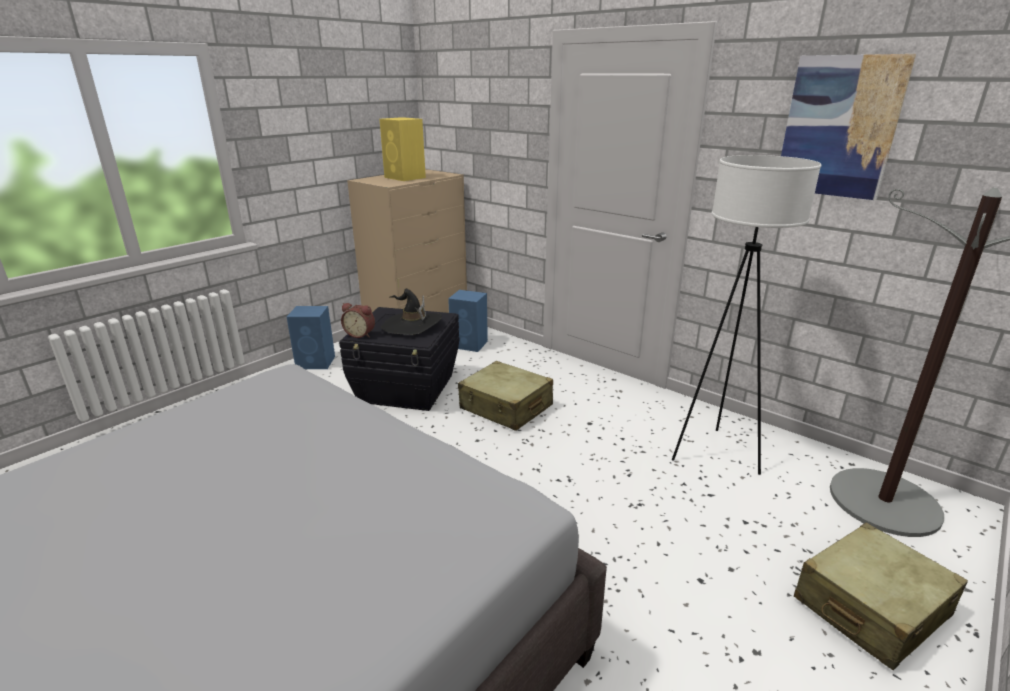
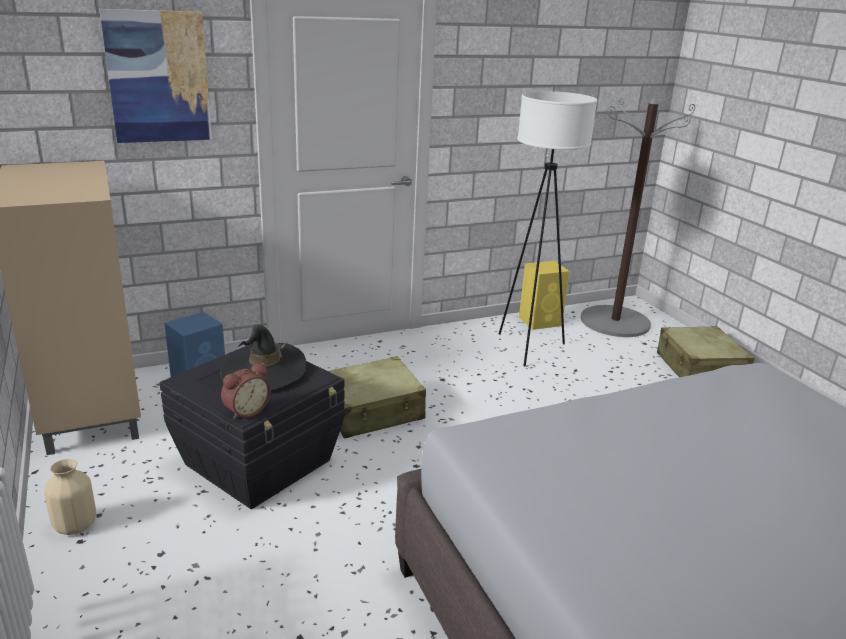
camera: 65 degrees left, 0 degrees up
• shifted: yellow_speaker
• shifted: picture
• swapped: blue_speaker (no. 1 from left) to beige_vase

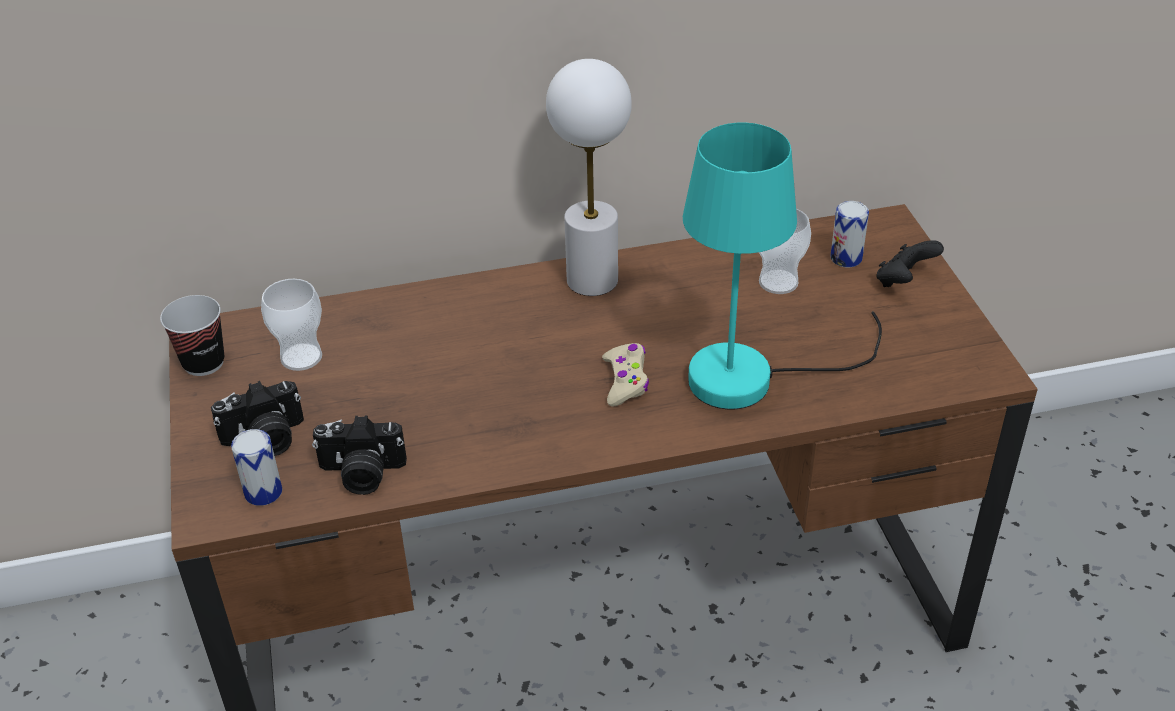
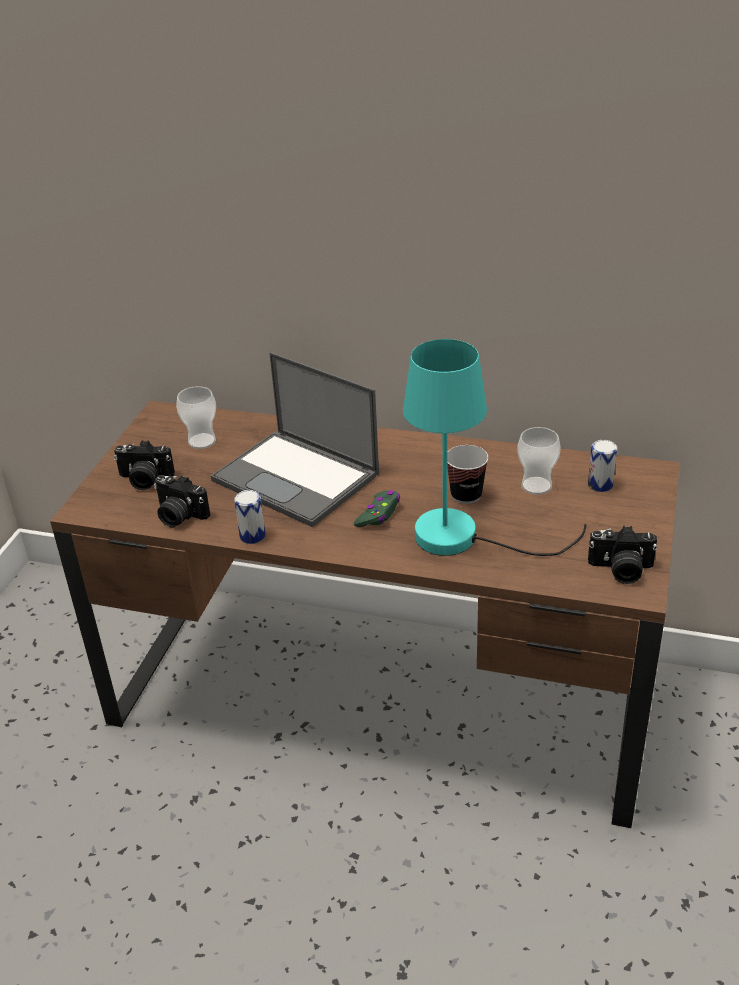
camera: 30 degrees right, 5 degrees down
• gone: white_table_lamp
• gone: black_game_controller
• new: laptop
• new: photo_camera (no. 3 from left)
• shifted: cup (no. 1 from left in the first image) to cup (no. 2 from left)
• shifted: can (no. 1 from left)
• repainted: beige_game_controller to green_game_controller

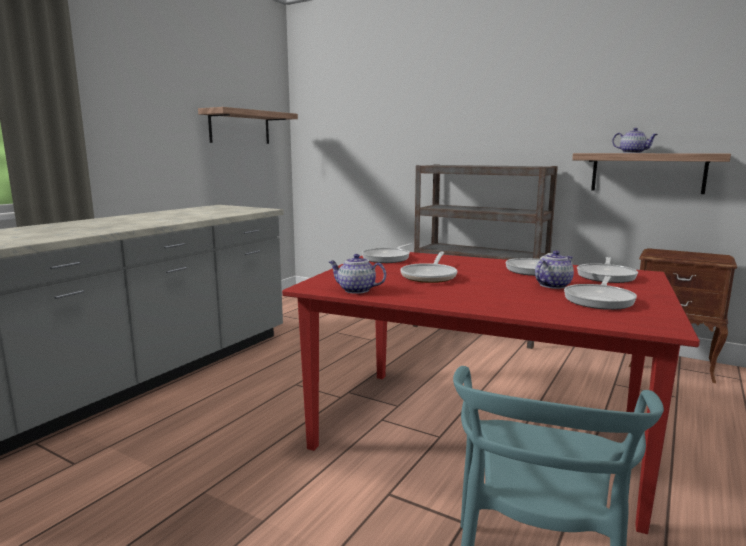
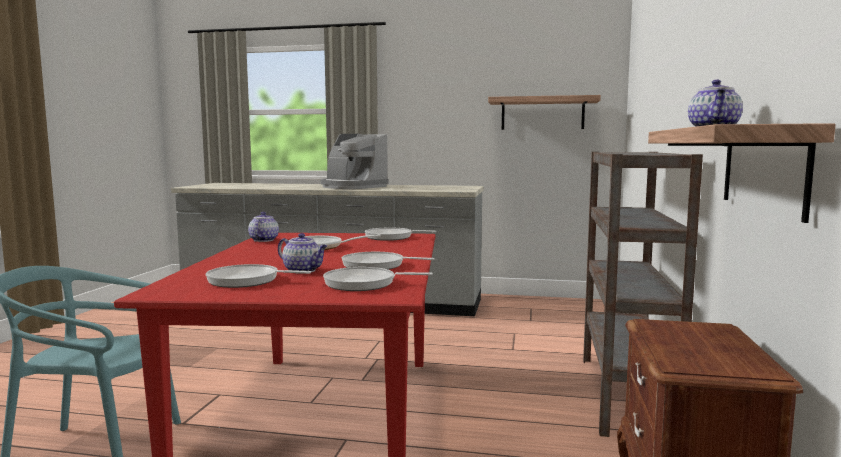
camera: 70 degrees right, 5 degrees down
• new: coffee_machine

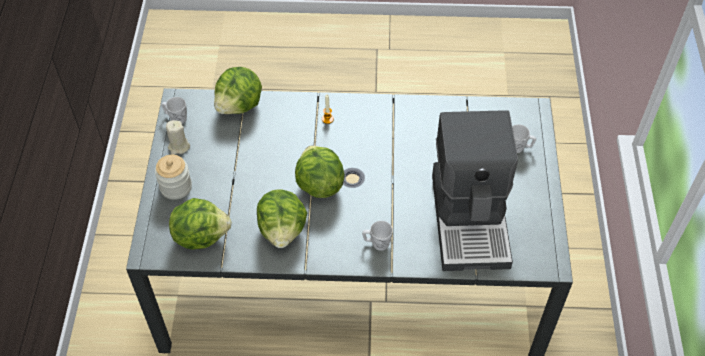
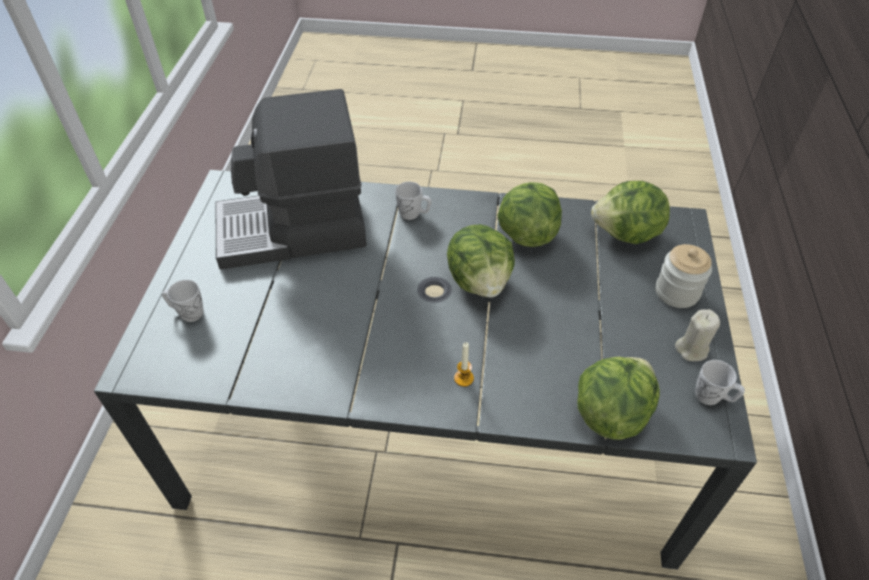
camera: 175 degrees left, 5 degrees down
• rotated: coffee_machine 105 degrees counterclockwise

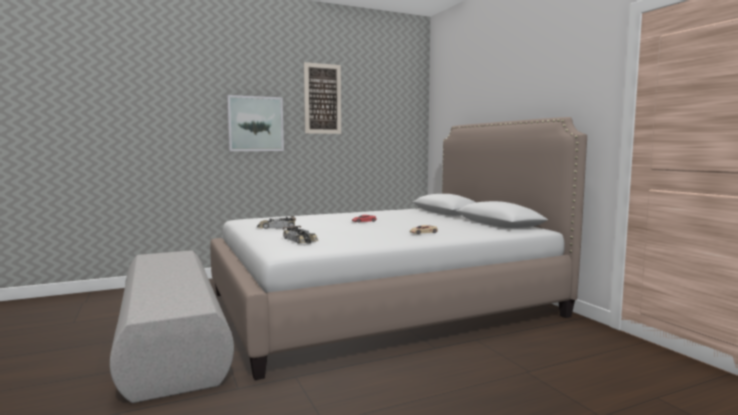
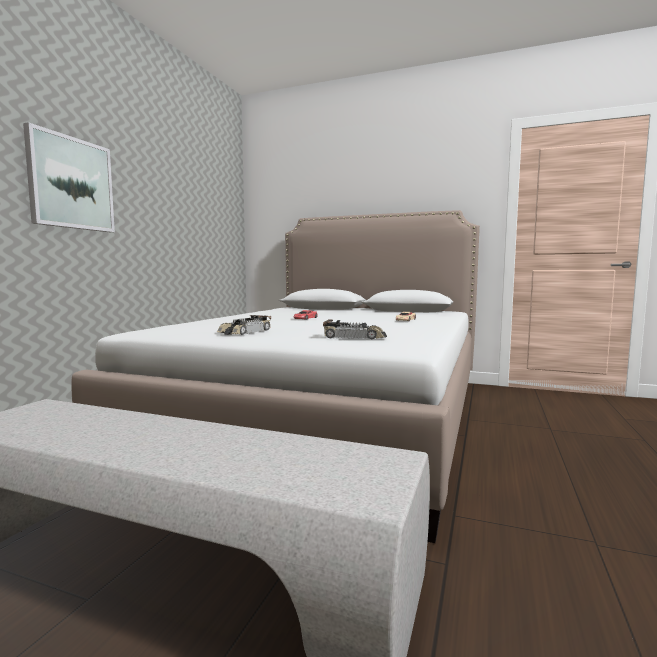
camera: 45 degrees left, 0 degrees up
• gone: picture (no. 2 from left)

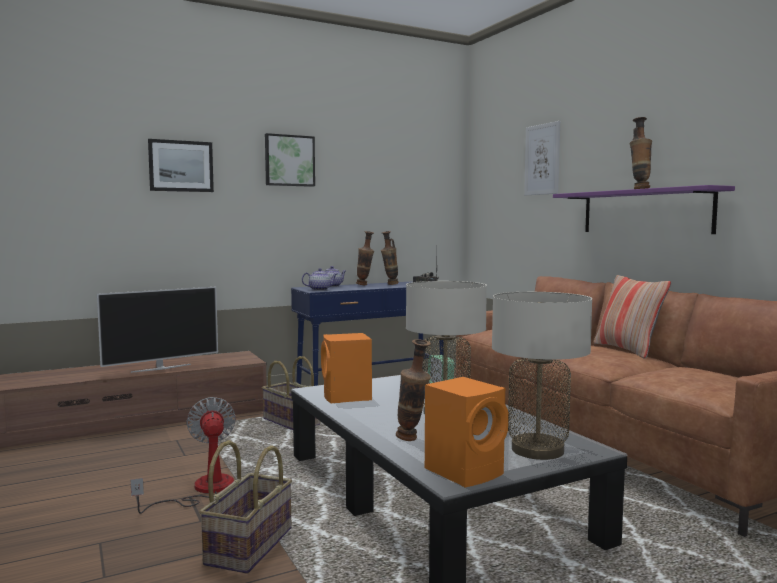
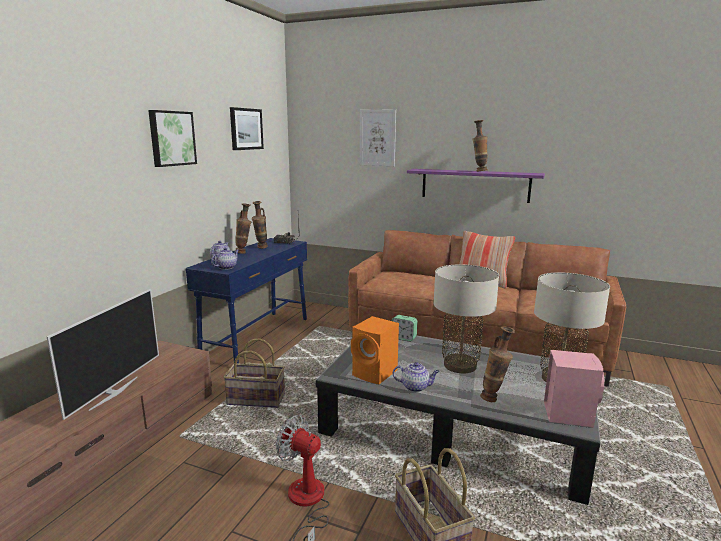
camera: 40 degrees left, 10 degrees up
• new: teapot (no. 3 from left)
• shifted: picture (no. 1 from left in the first image) to picture (no. 2 from left)
• repainted: orange_speaker (no. 2 from left) to pink_speaker

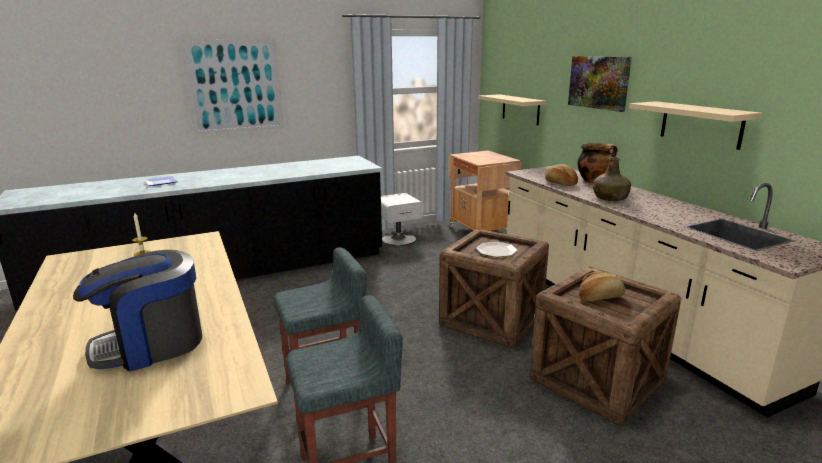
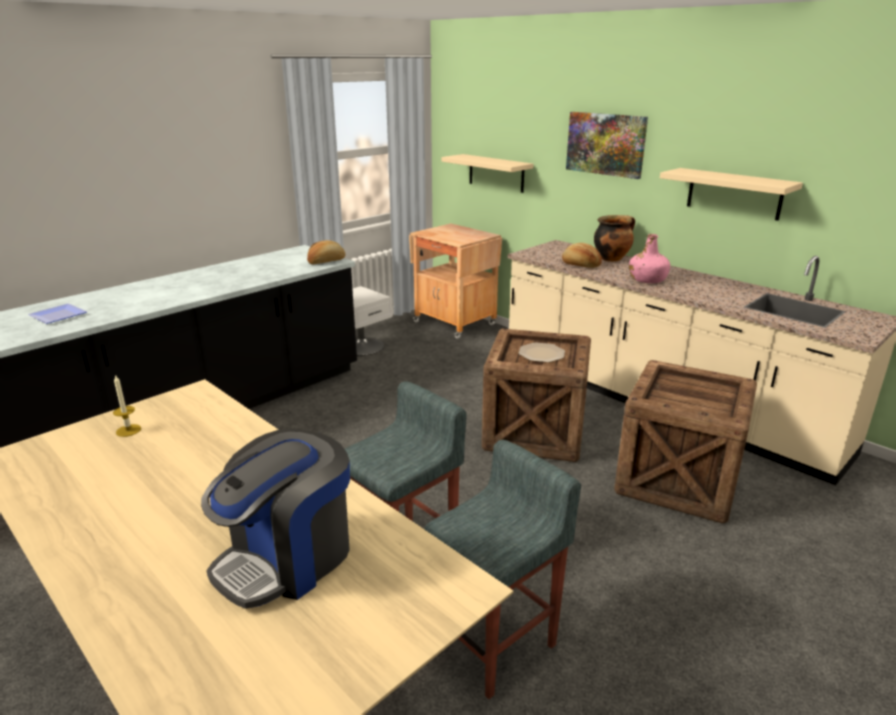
camera: 20 degrees left, 5 degrees up
• gone: picture (no. 1 from left)
• shifted: bread (no. 2 from left in the first image) to bread (no. 1 from left)
• repainted: green_bottle to pink_bottle

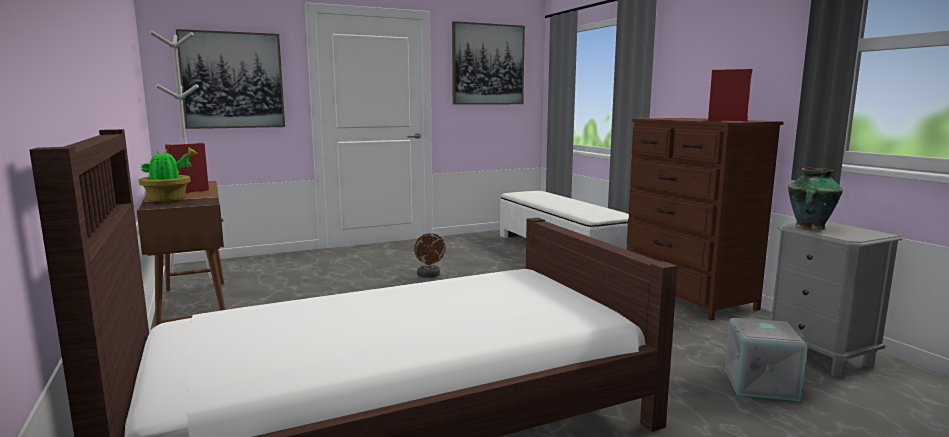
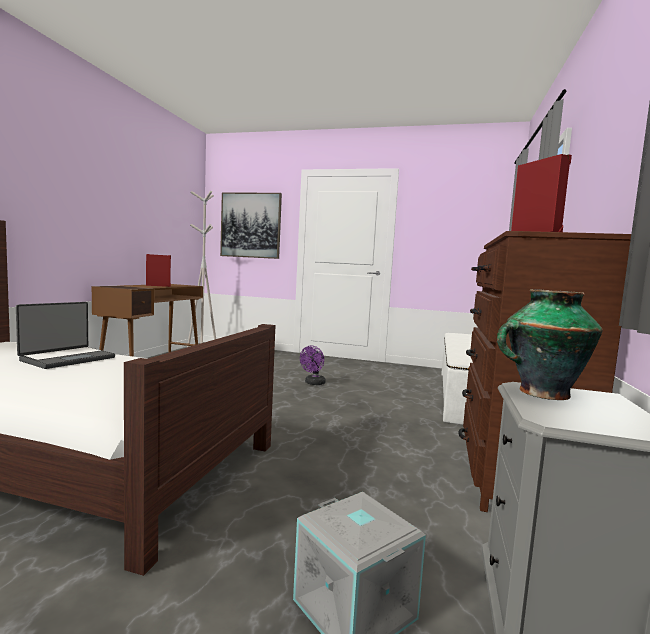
camera: 40 degrees right, 5 degrees down
• gone: potted_plant
• gone: picture (no. 2 from left)
• new: laptop
• repainted: brown_fan to purple_fan

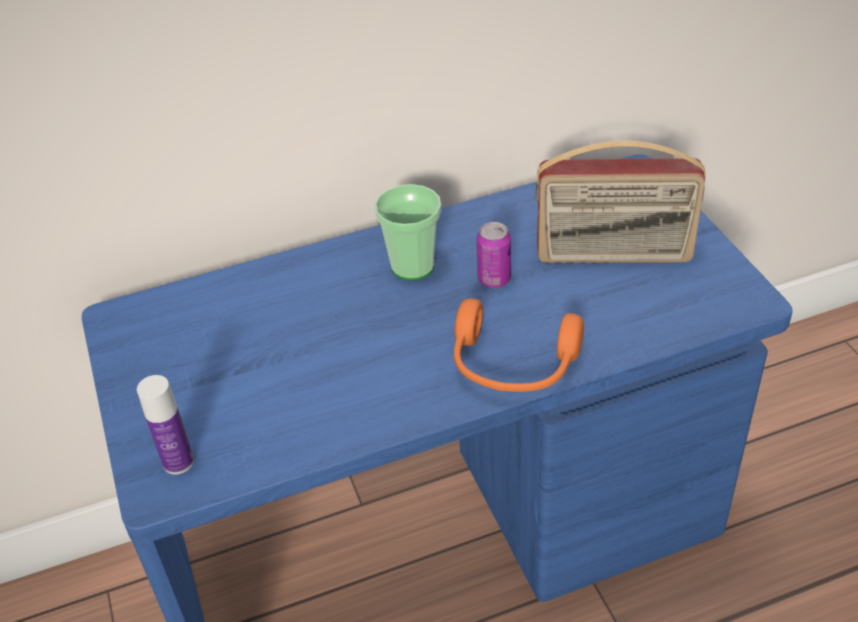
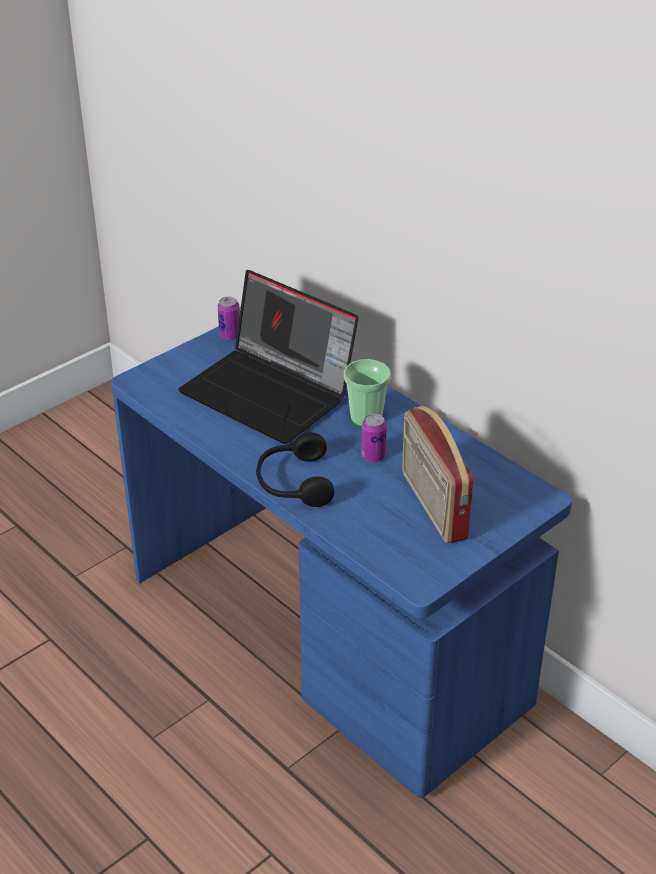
camera: 65 degrees right, 5 degrees down
• gone: bottle
• new: laptop
• new: can (no. 1 from left)
• repainted: orange_headphones to black_headphones

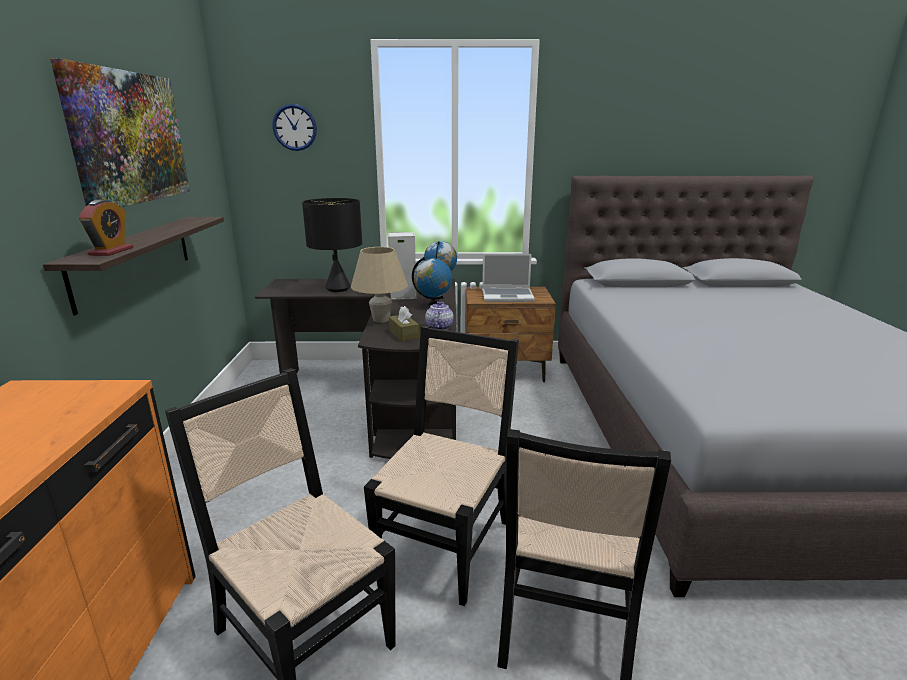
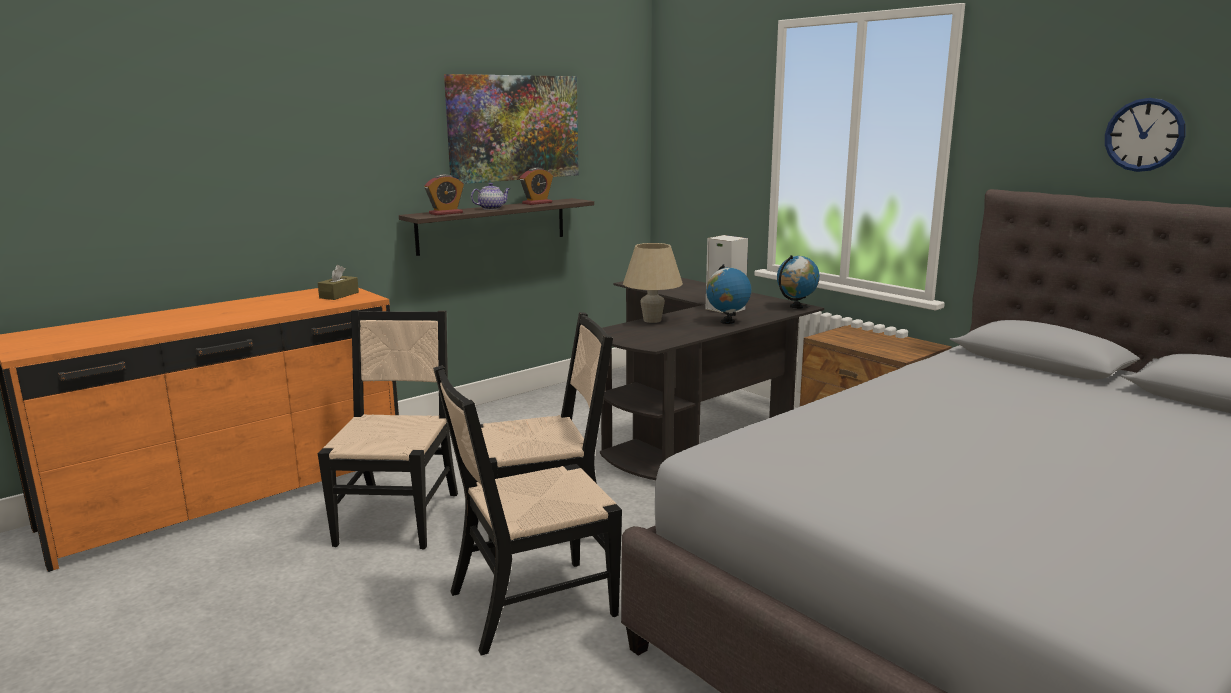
camera: 50 degrees right, 5 degrees down
• gone: black_table_lamp
• gone: laptop
• new: alarm_clock (no. 2 from left)
• shifted: wall_clock
• shifted: brown_tissue_box
• shifted: teapot

